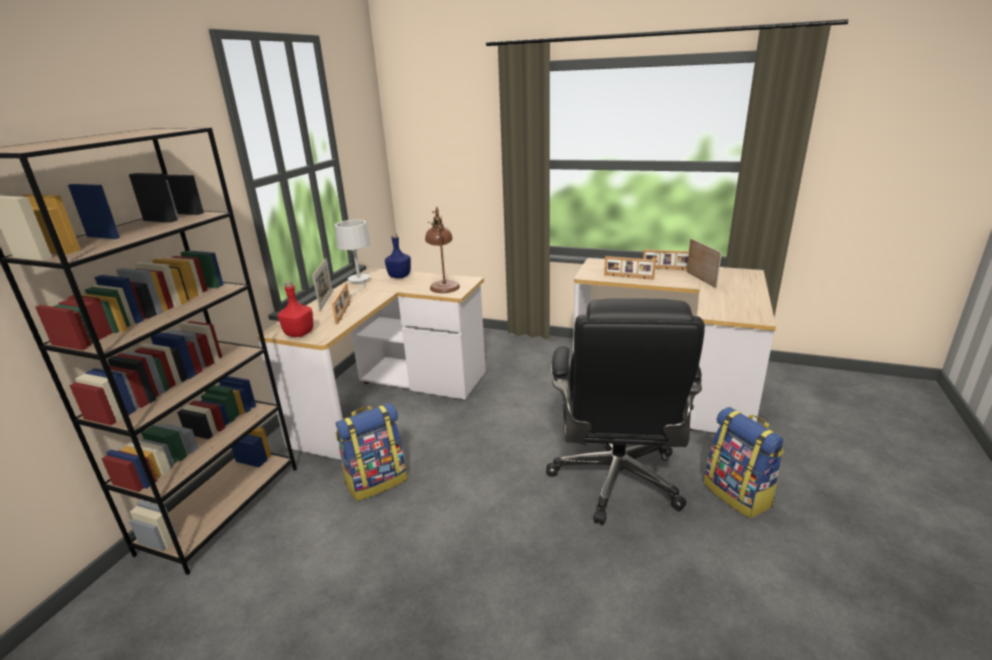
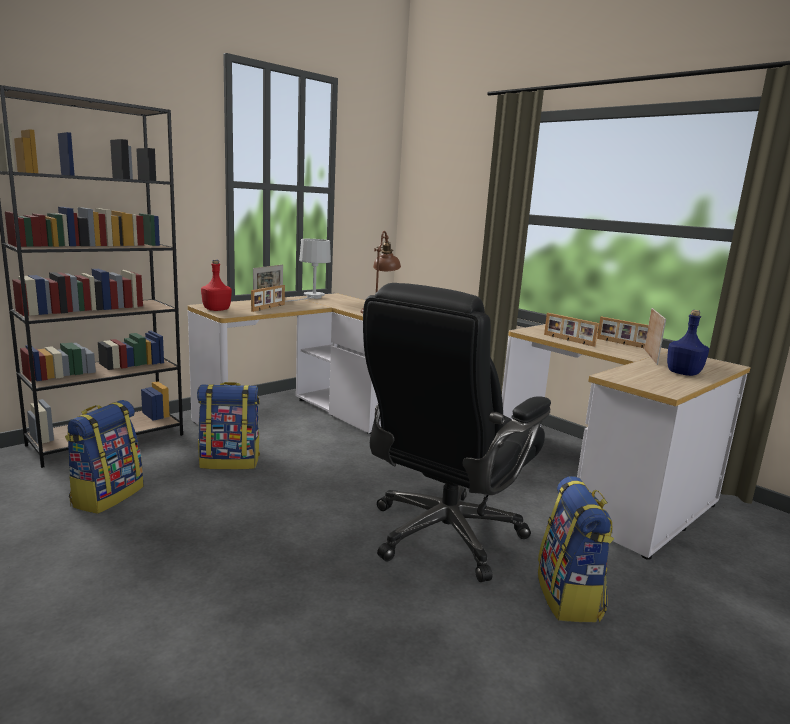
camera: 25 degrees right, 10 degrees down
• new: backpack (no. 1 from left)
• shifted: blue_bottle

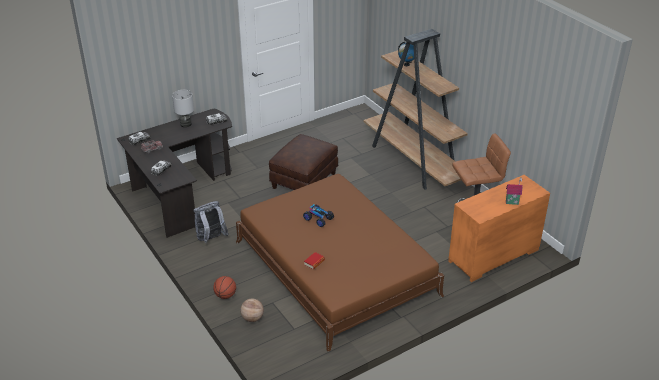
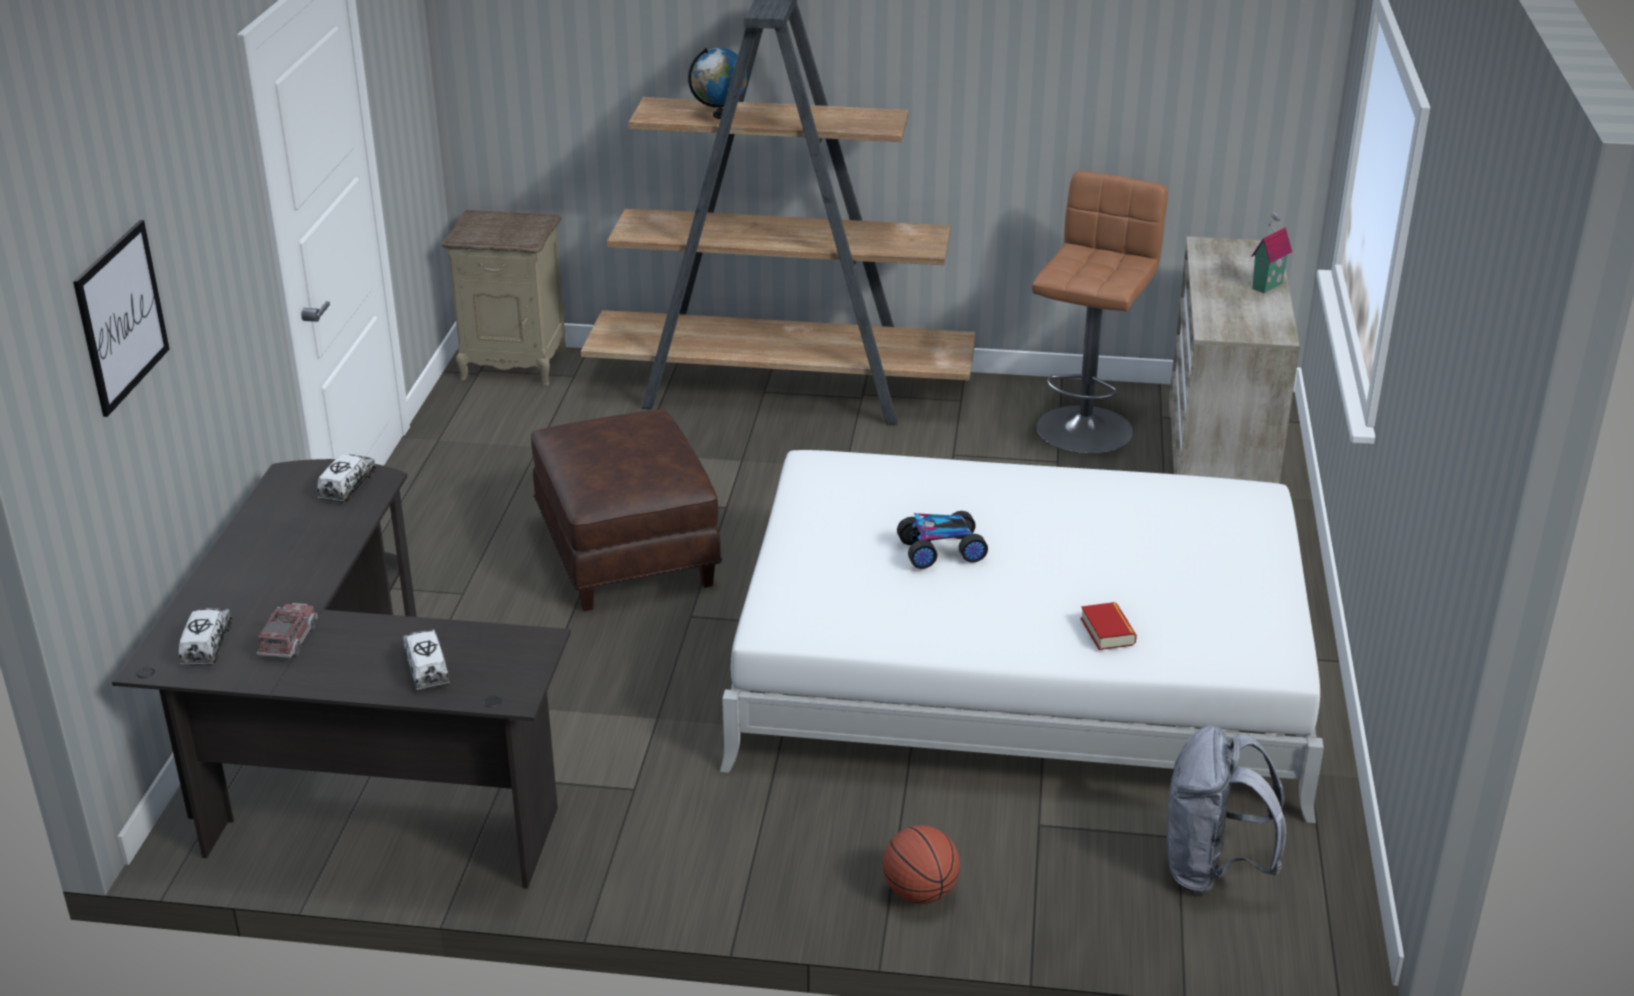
camera: 50 degrees left, 5 degrees down
• gone: grey_table_lamp
• gone: basketball (no. 2 from left)
• new: picture
• new: beige_nightstand
• shifted: grey_backpack
• repainted: brown_bed to white_bed
• repainted: orange_dresser to beige_dresser

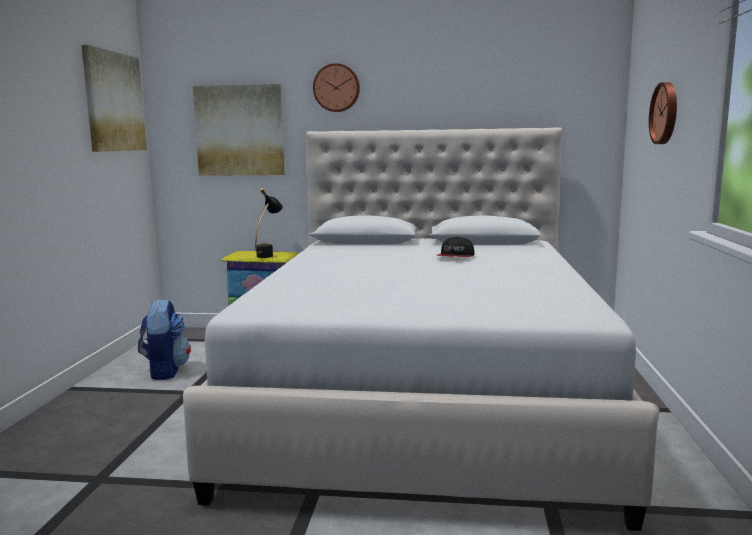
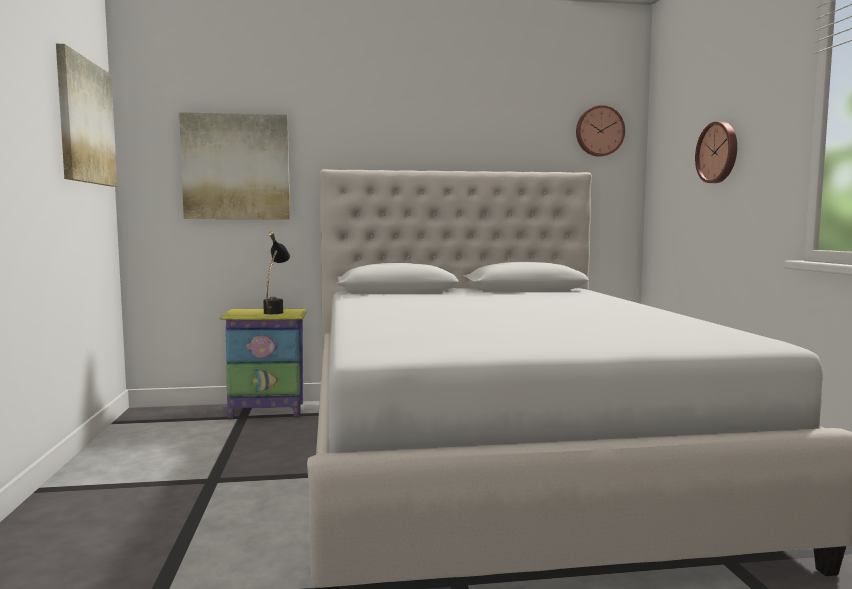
camera: 15 degrees left, 5 degrees down
• gone: backpack
• gone: cap
• shifted: wall_clock (no. 1 from left)

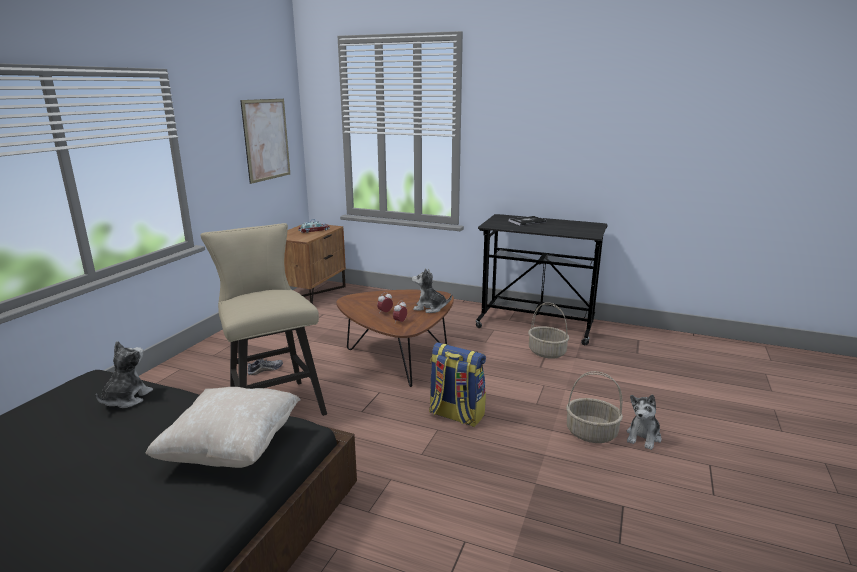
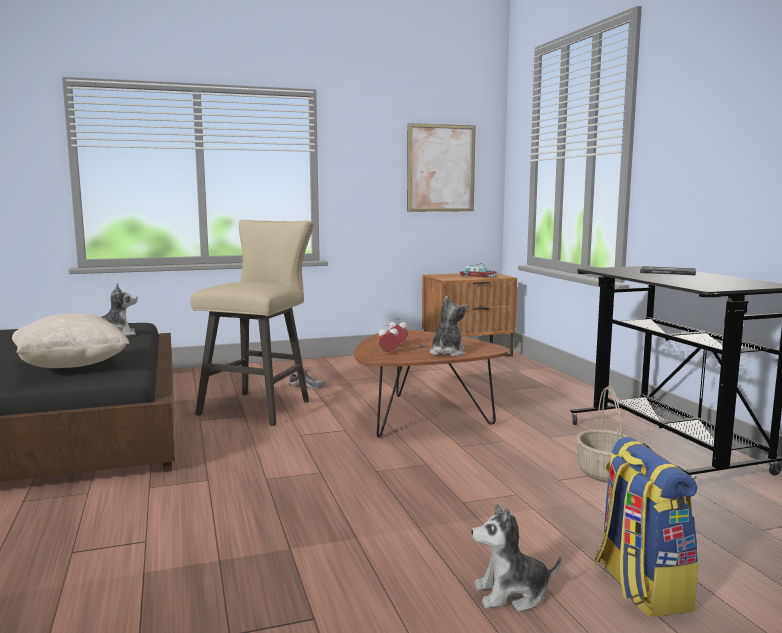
camera: 50 degrees right, 10 degrees down
• gone: basket (no. 2 from left)
• shifted: backpack
• rotated: plush_toy (no. 2 from left) 45 degrees clockwise

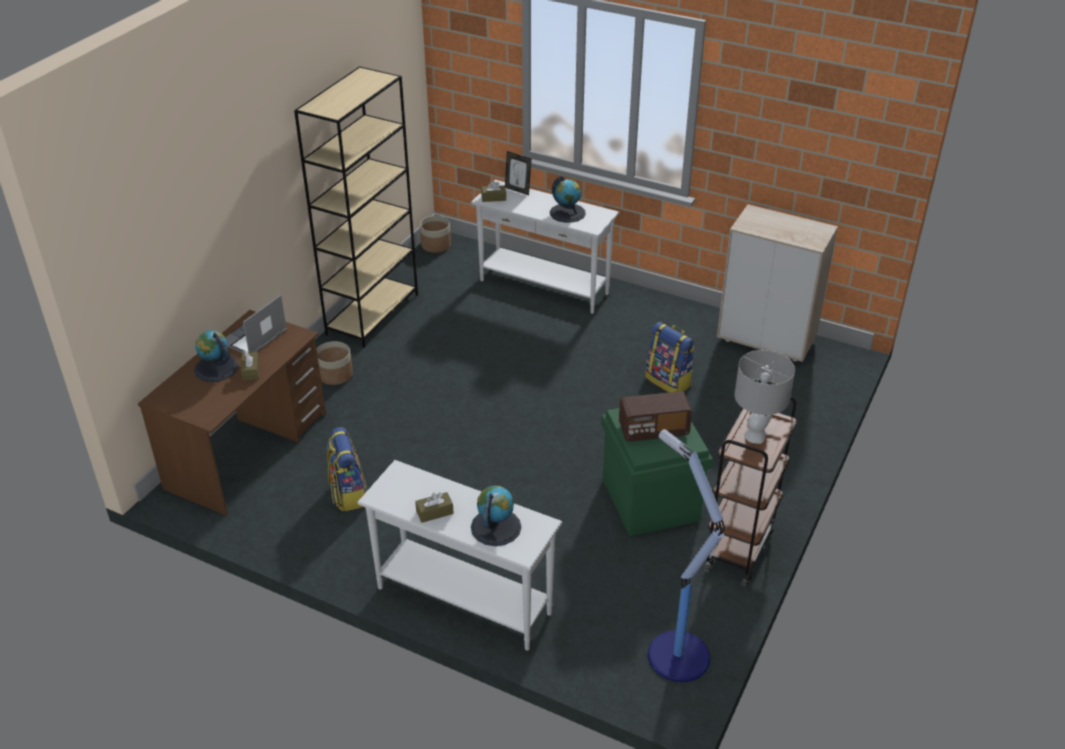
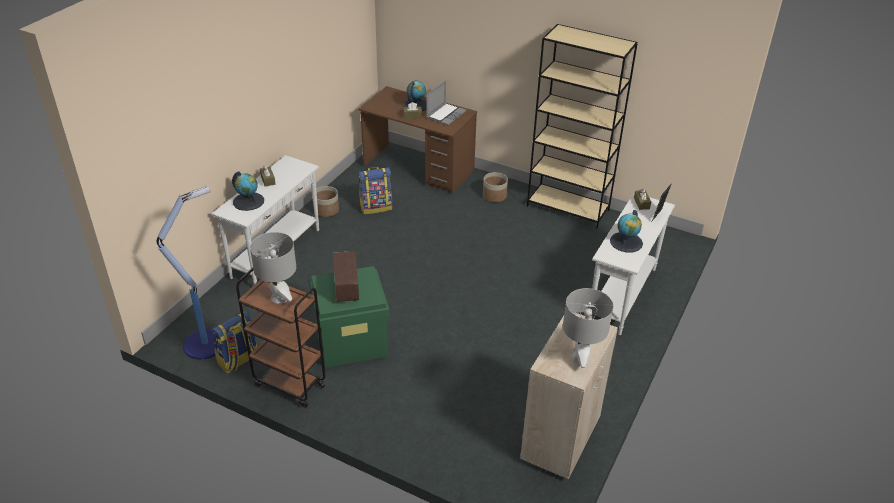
camera: 90 degrees right, 0 degrees up
• new: grey_table_lamp (no. 2 from left)
• shifted: planter (no. 2 from left in the first image) to planter (no. 1 from left)
• shifted: backpack (no. 2 from left in the first image) to backpack (no. 1 from left)
• rotated: laptop 90 degrees clockwise

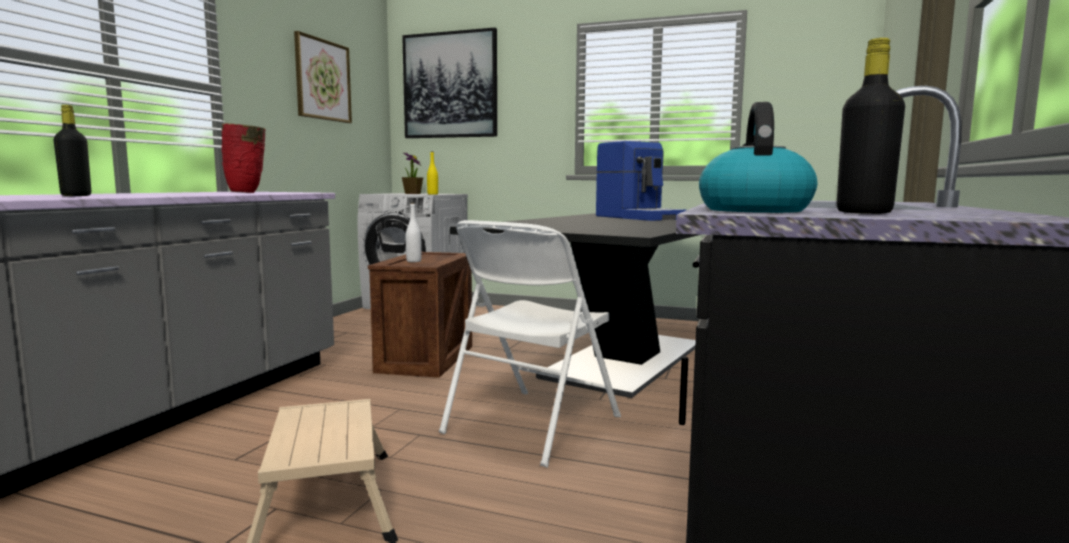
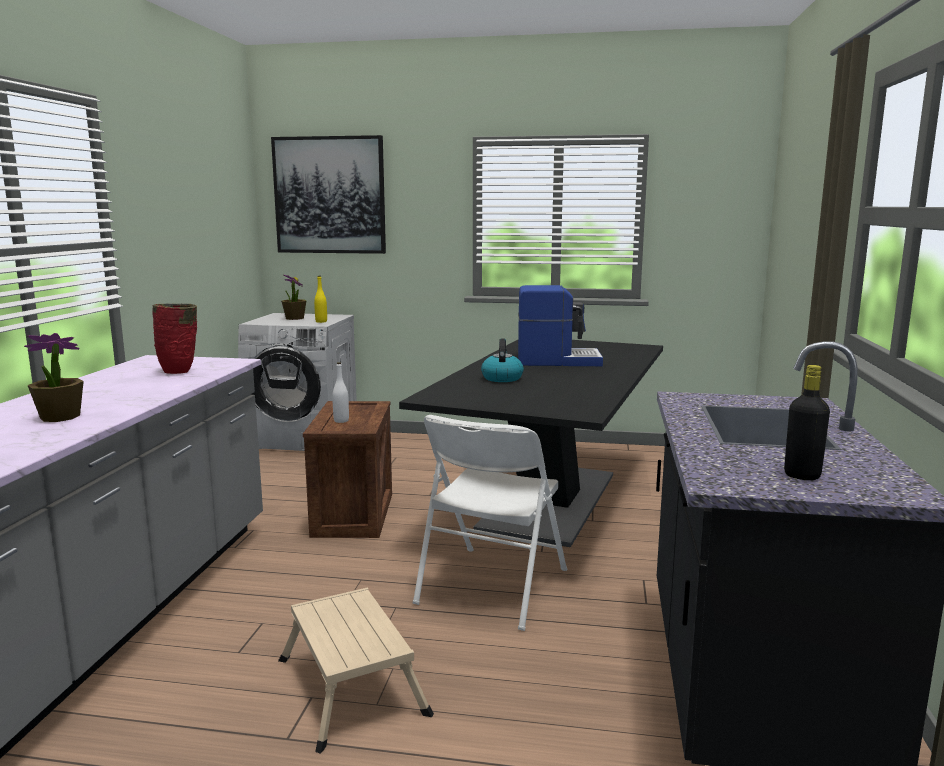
camera: 10 degrees left, 5 degrees up
• gone: picture (no. 1 from left)
• shifted: kettle
• swapped: black_bottle (no. 1 from left) to potted_plant (no. 1 from left)
• rotated: coffee_machine 45 degrees counterclockwise

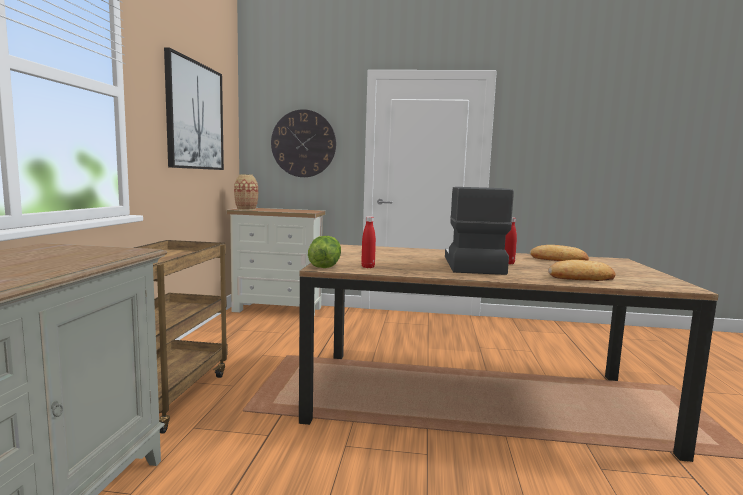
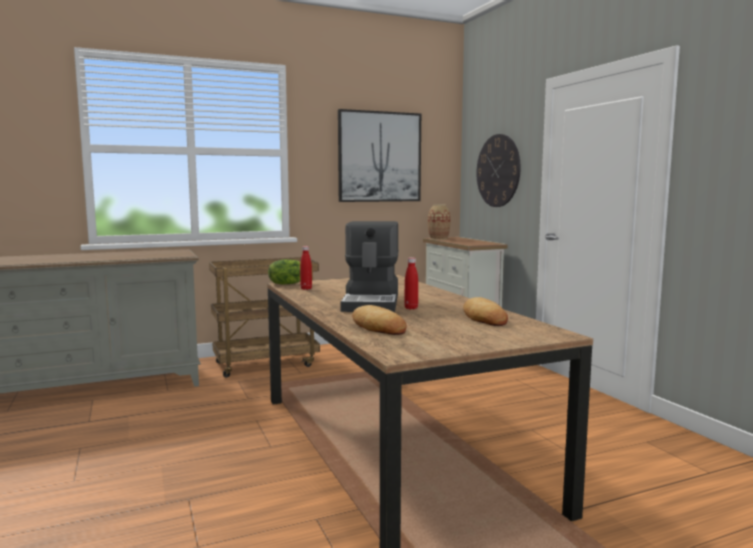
camera: 60 degrees right, 0 degrees up
• rotated: coffee_machine 120 degrees clockwise

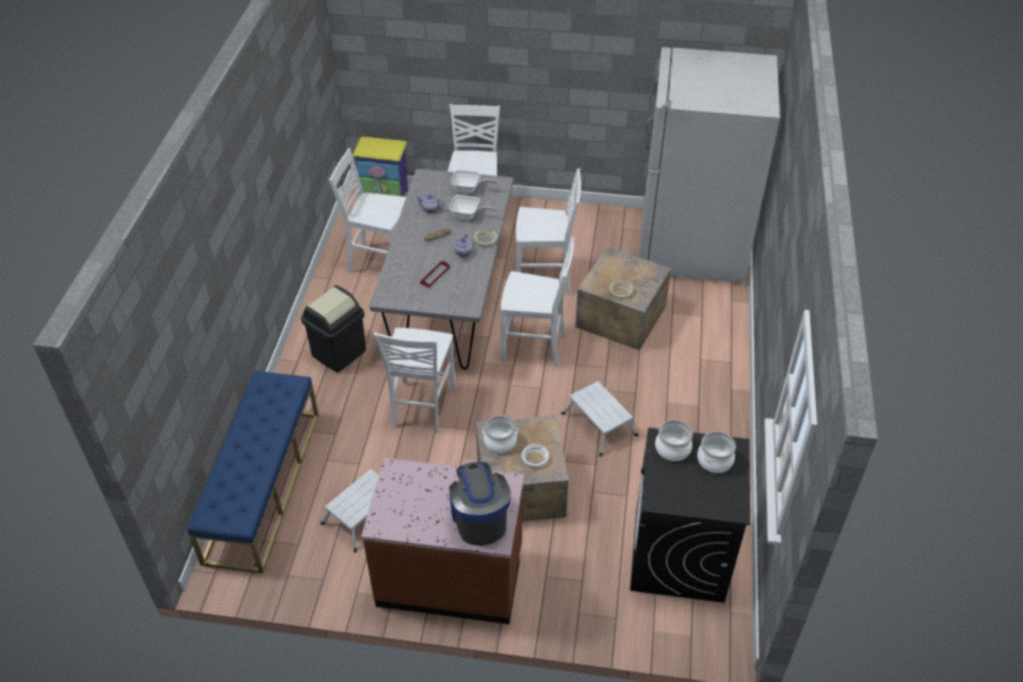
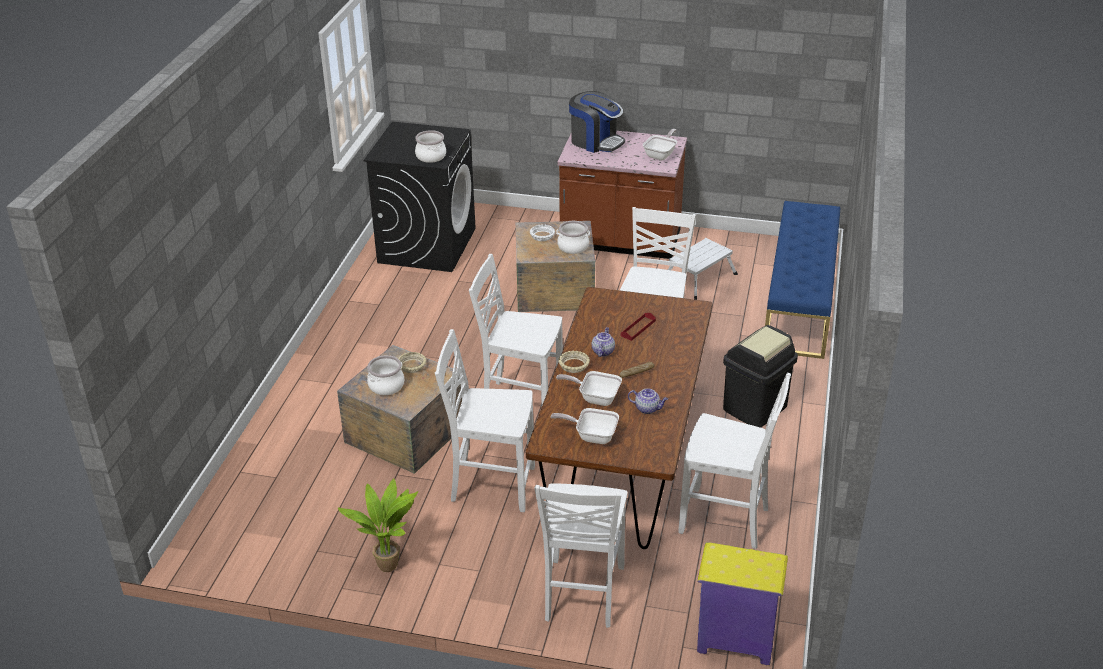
camera: 175 degrees left, 10 degrees down
• gone: white_step_ladder (no. 2 from left)
• gone: white_fridge
• new: potted_plant
• new: frying_pan (no. 3 from left)
• shifted: cooking_pot (no. 3 from left in the first image) to cooking_pot (no. 1 from left)
• repainted: grey_dining_table to brown_dining_table
• rotated: coffee_machine 45 degrees counterclockwise

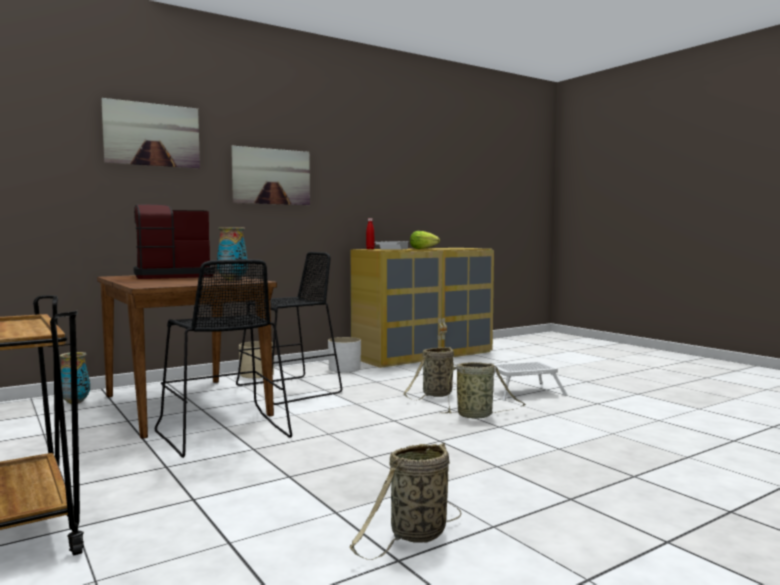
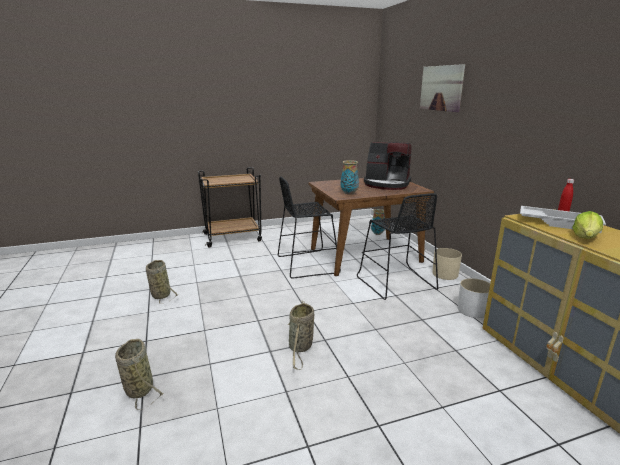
camera: 105 degrees right, 15 degrees up
• gone: picture (no. 2 from left)
• gone: white_step_ladder
• shifted: basket (no. 2 from left in the first image) to basket (no. 1 from left)
• rotated: coffee_machine 120 degrees clockwise

